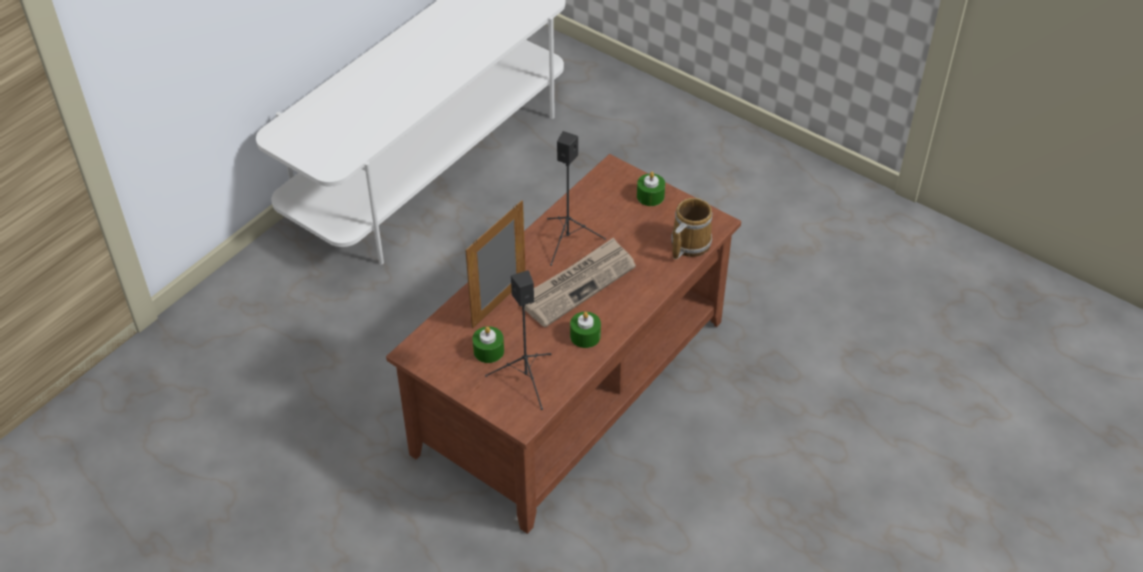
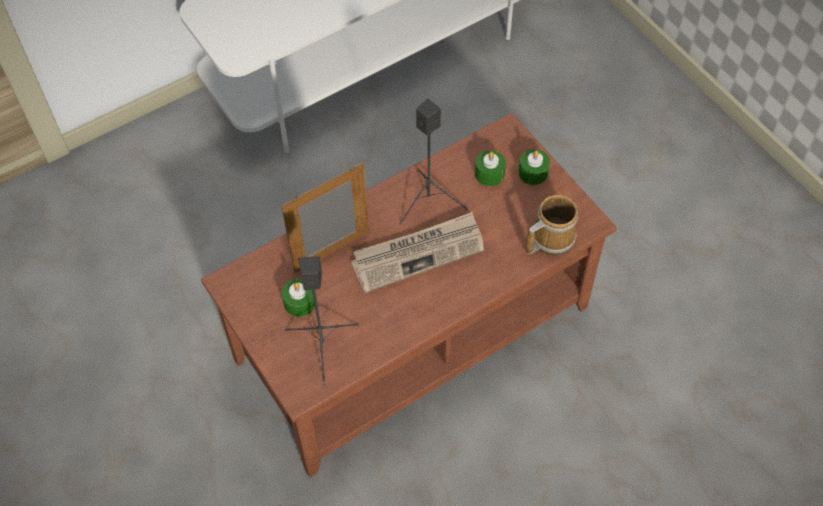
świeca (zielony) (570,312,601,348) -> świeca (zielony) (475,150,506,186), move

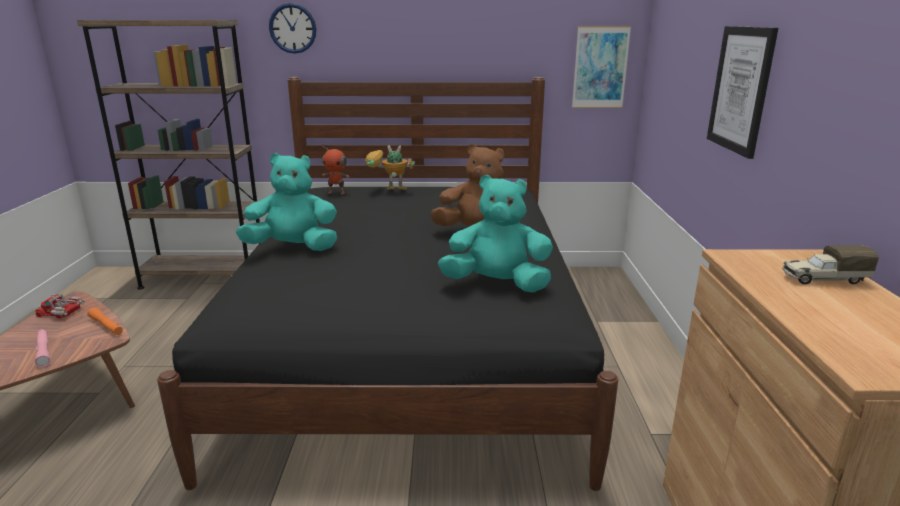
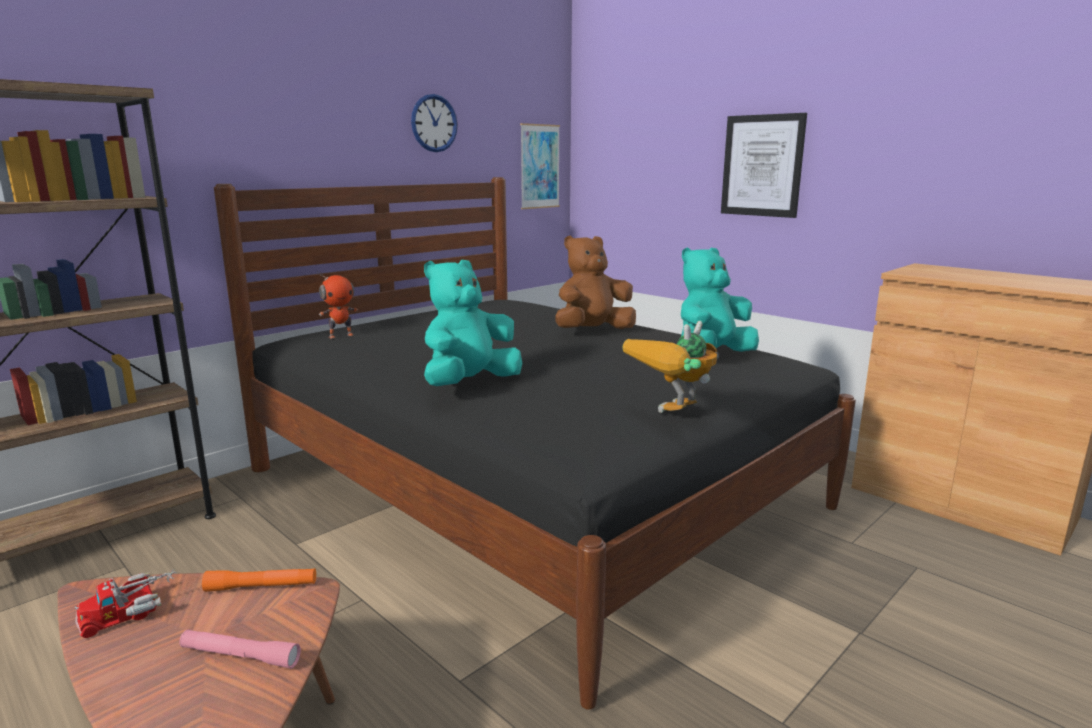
zegar ścienny (269,3,316,54) -> zegar ścienny (411,94,458,152), move
robot zabawkowy (365,145,415,190) -> robot zabawkowy (622,321,719,413), move
ciężarówka zabawkowa (782,245,879,284) -> none

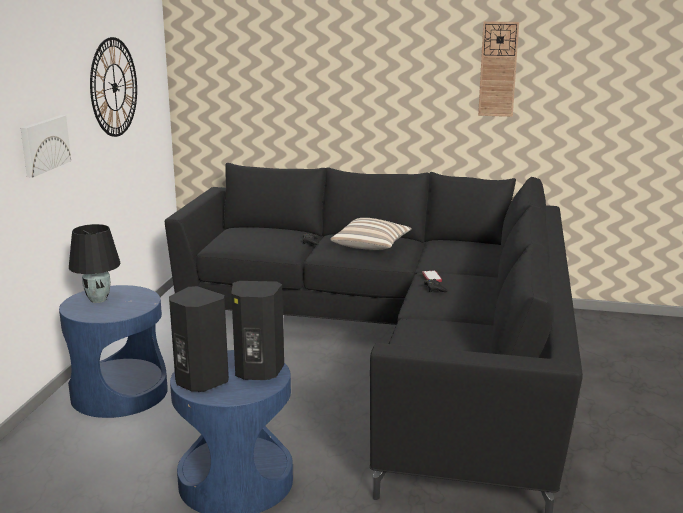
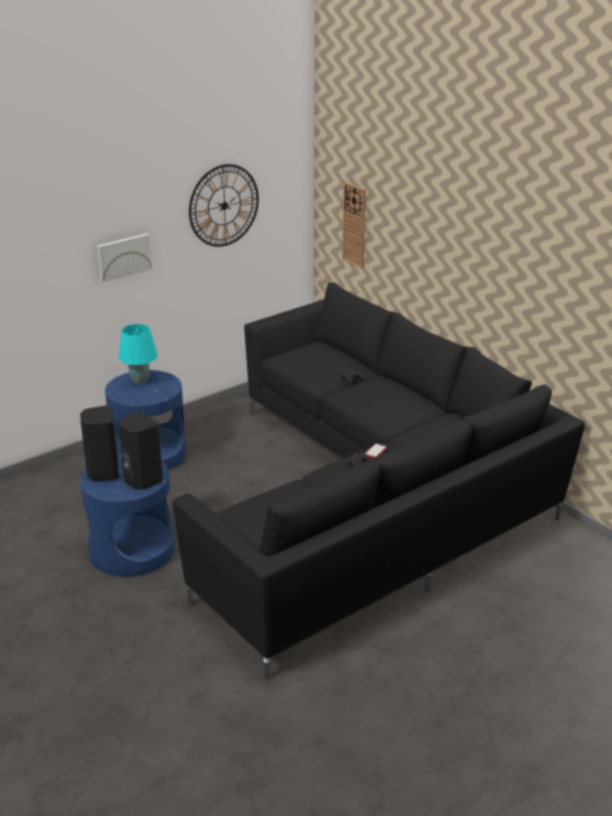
lampa stołowa (czarny) (69,224,121,303) -> lampa stołowa (turkusowy) (119,324,158,385)
poduszka (330,218,412,250) -> none
zegar ścienny (478,21,519,117) -> zegar ścienny (342,182,366,268), move

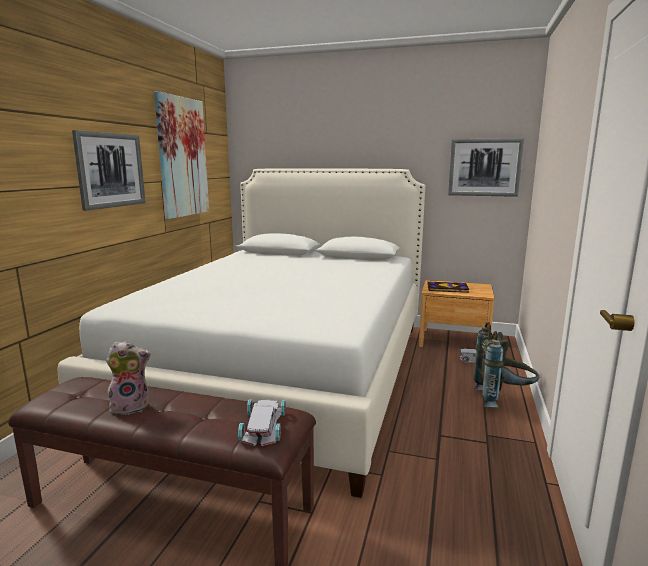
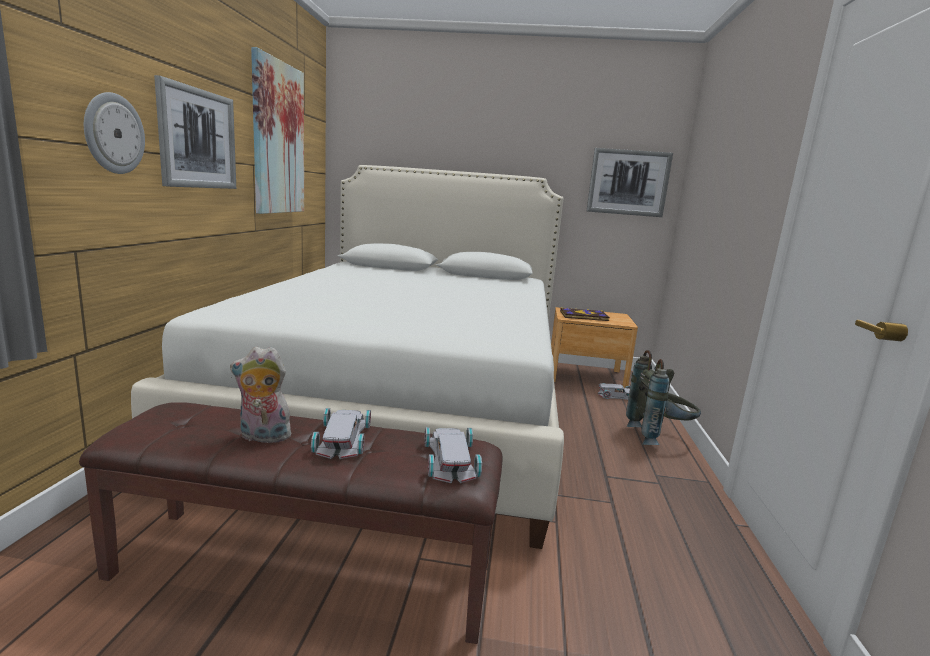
pluszak (106,341,151,415) -> pluszak (230,347,291,443), 150 degrees counterclockwise
none -> zegar ścienny (84,92,145,174)
none -> samochodzik (biały) (311,408,371,459)

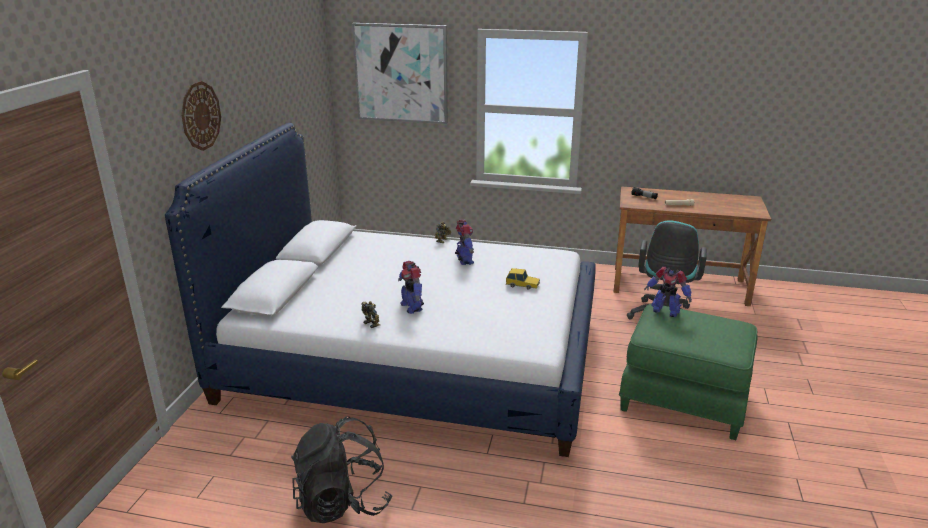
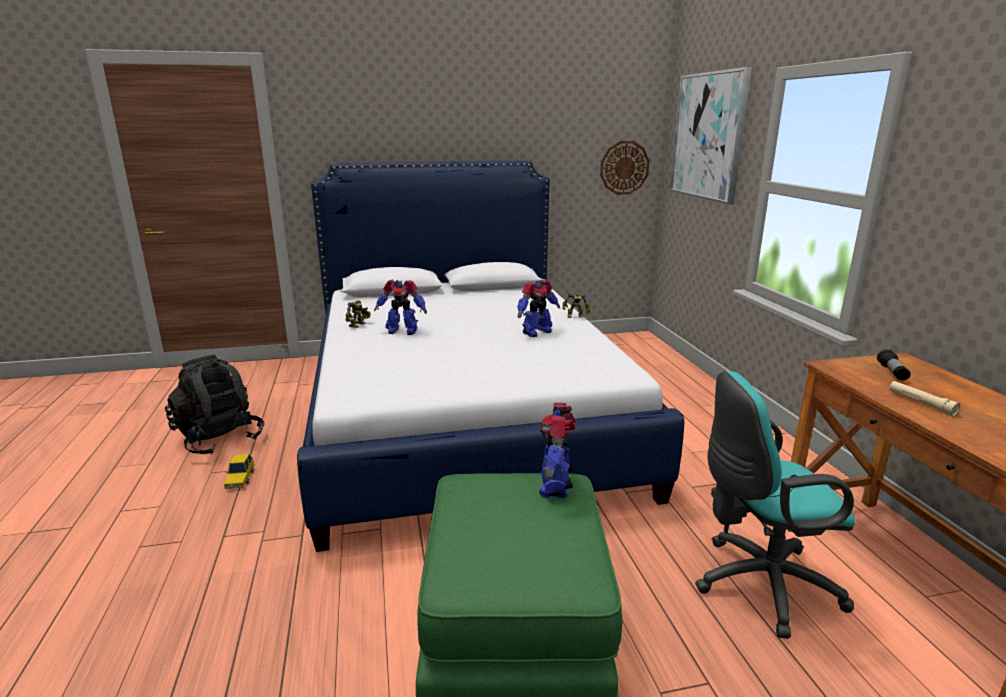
zegar ścienny (181,81,221,151) -> zegar ścienny (600,141,650,195), move
robot zabawkowy (398,261,424,314) -> robot zabawkowy (374,279,427,335), 120 degrees counterclockwise
samochodzik (506,268,540,290) -> samochodzik (224,454,255,489), move

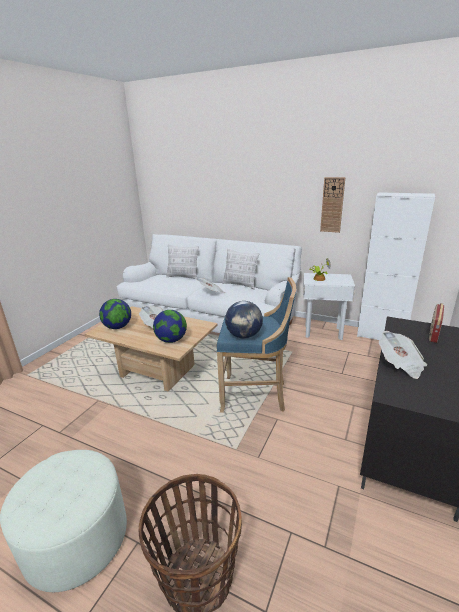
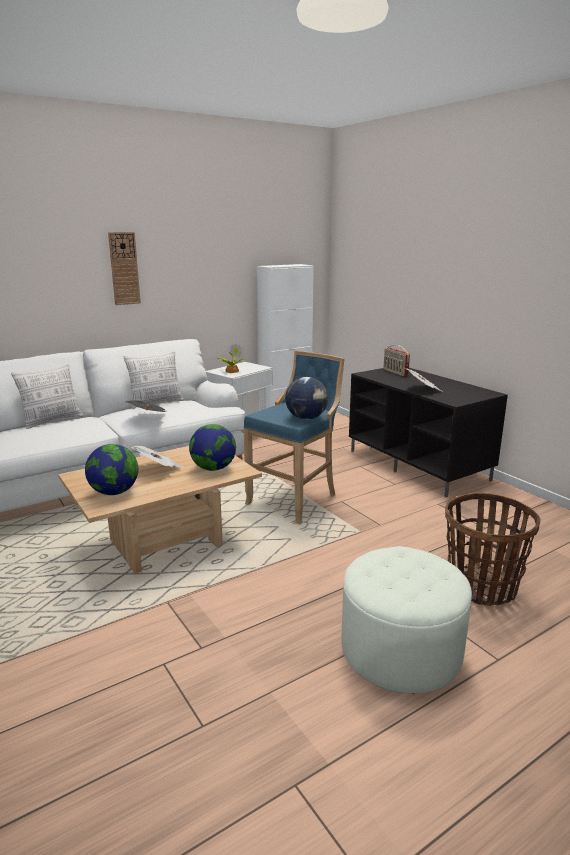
zegar ścienny (320,177,345,233) -> zegar ścienny (108,232,141,305), move

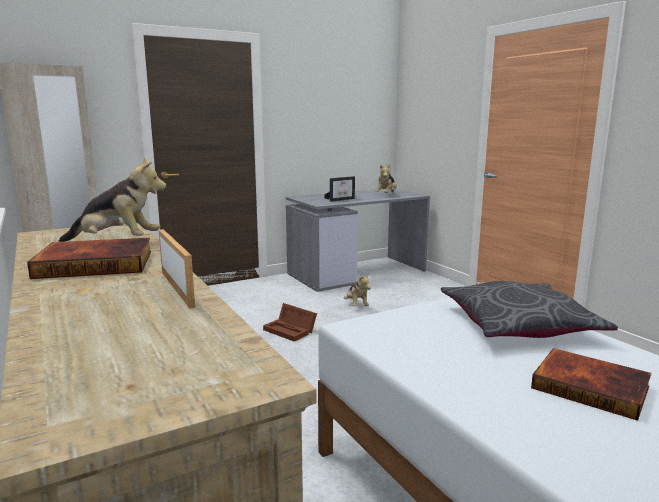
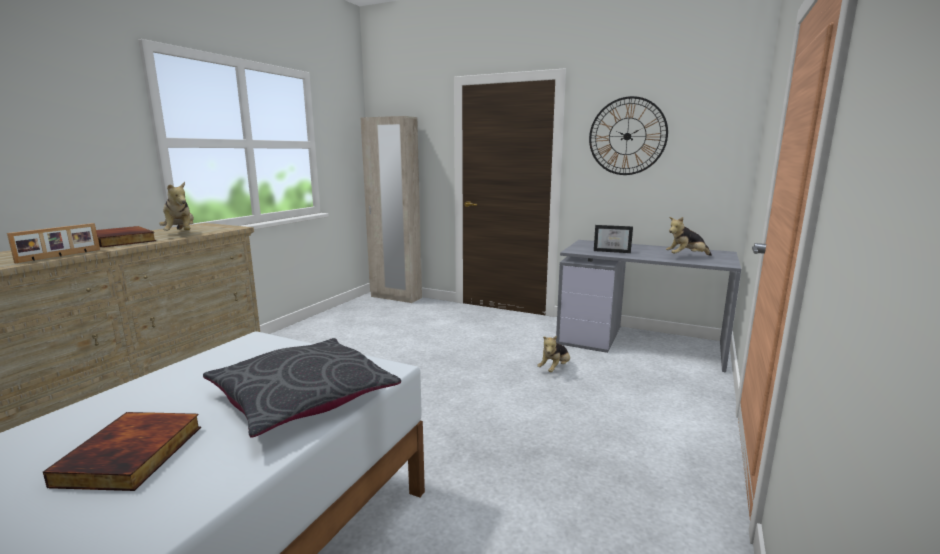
pojemnik do przechowywania (brązowy) (263,303,317,342) -> none
none -> zegar ścienny (589,96,668,175)

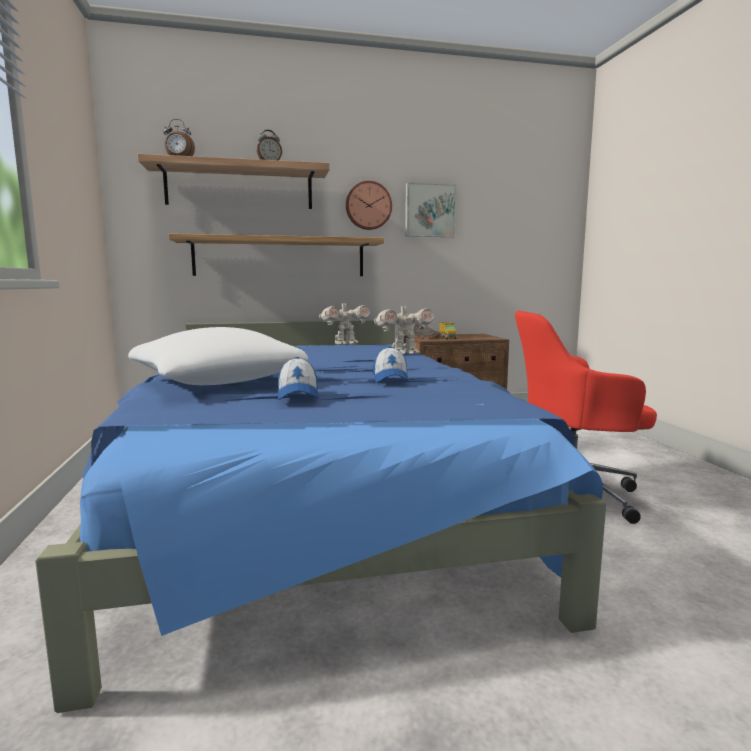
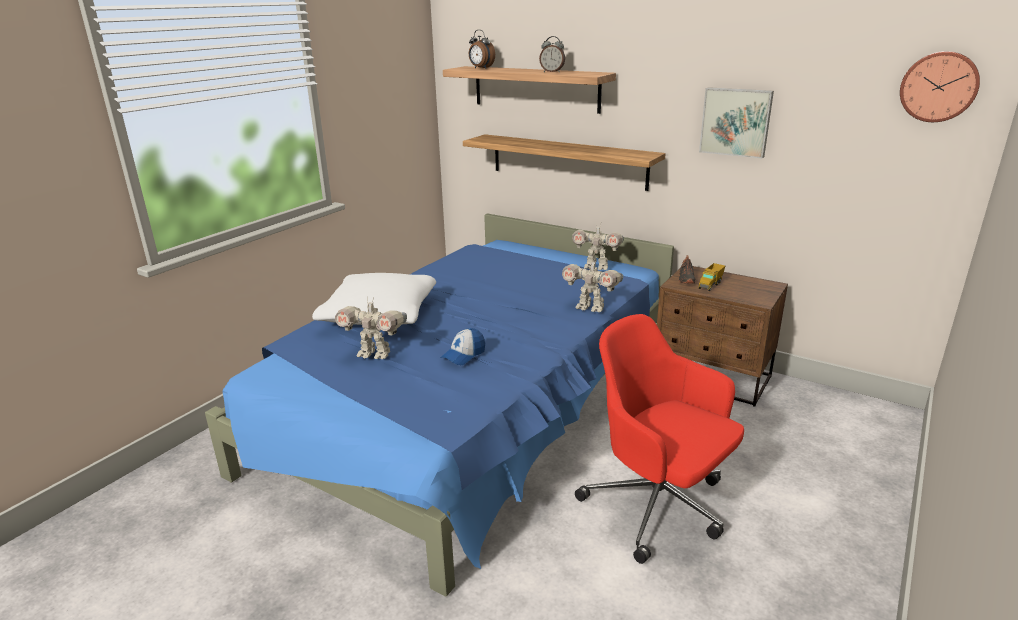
czapka z daszkiem (278,357,319,400) -> robot zabawkowy (335,297,407,359)
zegar ścienny (346,181,392,230) -> zegar ścienny (900,51,980,122), move

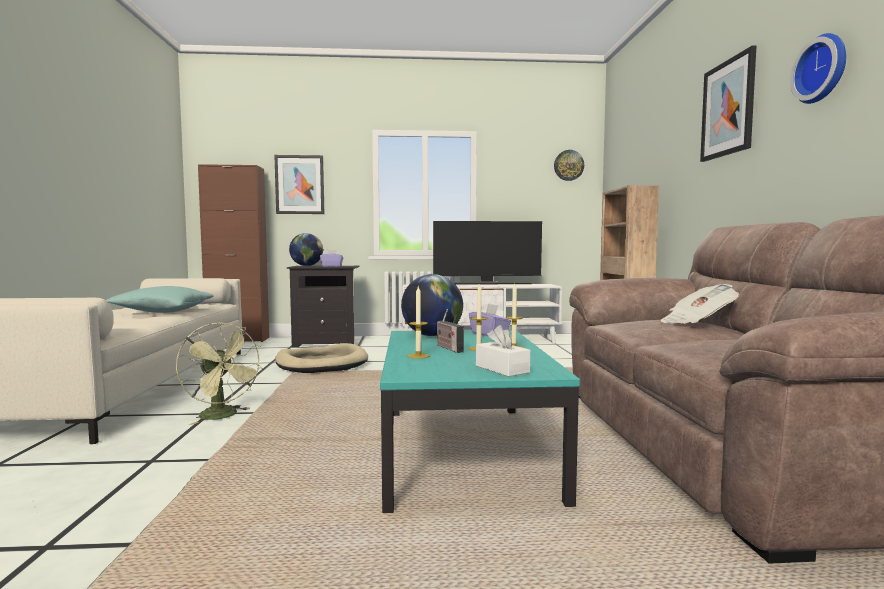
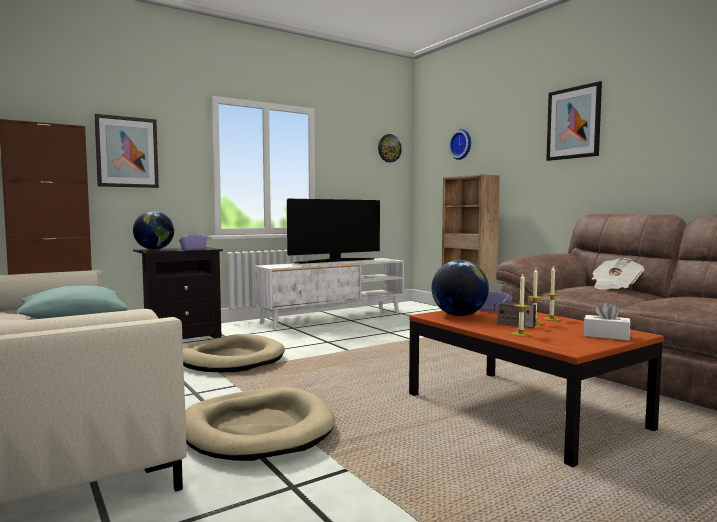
wentylator (zielony) (176,322,263,425) -> legowisko (beżowy) (185,387,335,461)
ława (turkusowy) (380,330,580,513) -> ława (brązowy) (409,310,664,467)
zegar ścienny (790,33,846,104) -> zegar ścienny (449,129,471,160), move

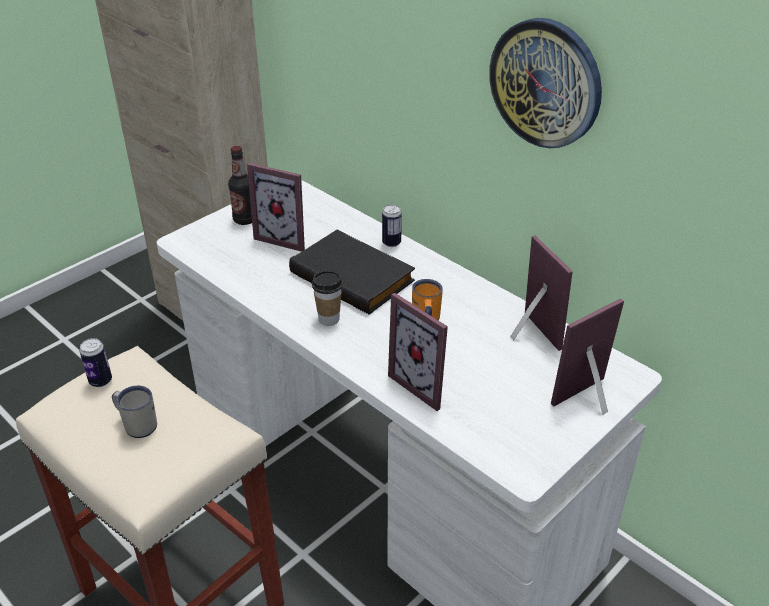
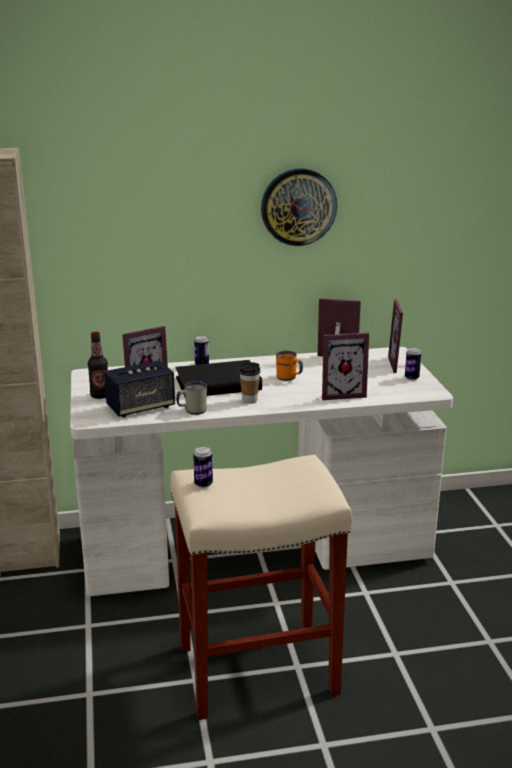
kubek (biały) (112,386,157,438) -> kubek (biały) (176,381,207,415), move
none -> głośnik (104,360,175,417)
none -> puszka (405,347,421,380)

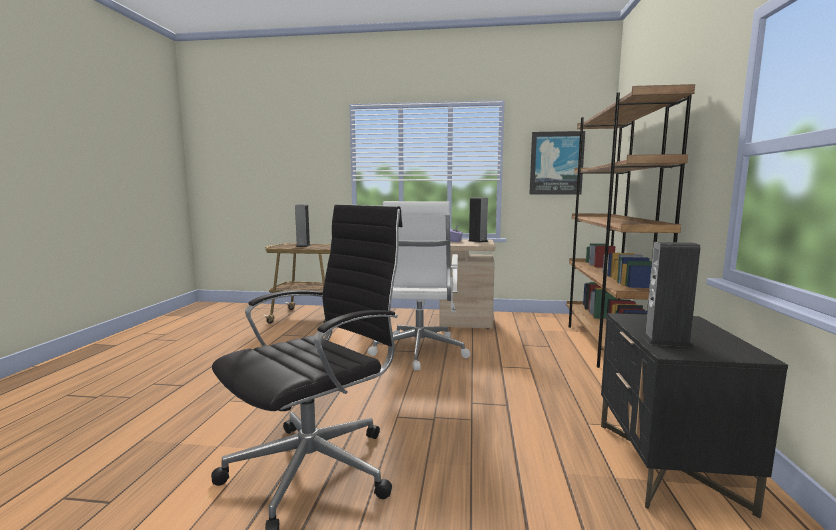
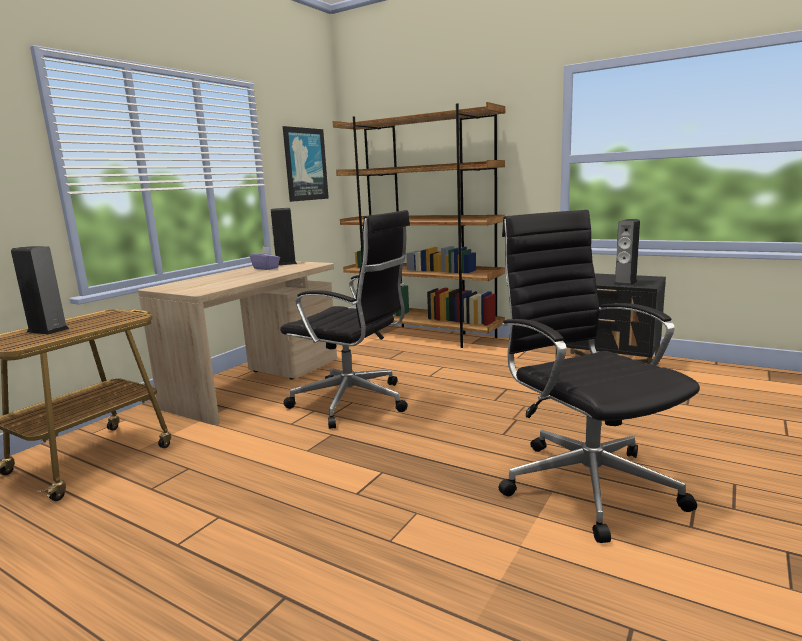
krzesło biurowe (biały) (368,201,470,371) -> krzesło biurowe (czarny) (280,210,410,429)

